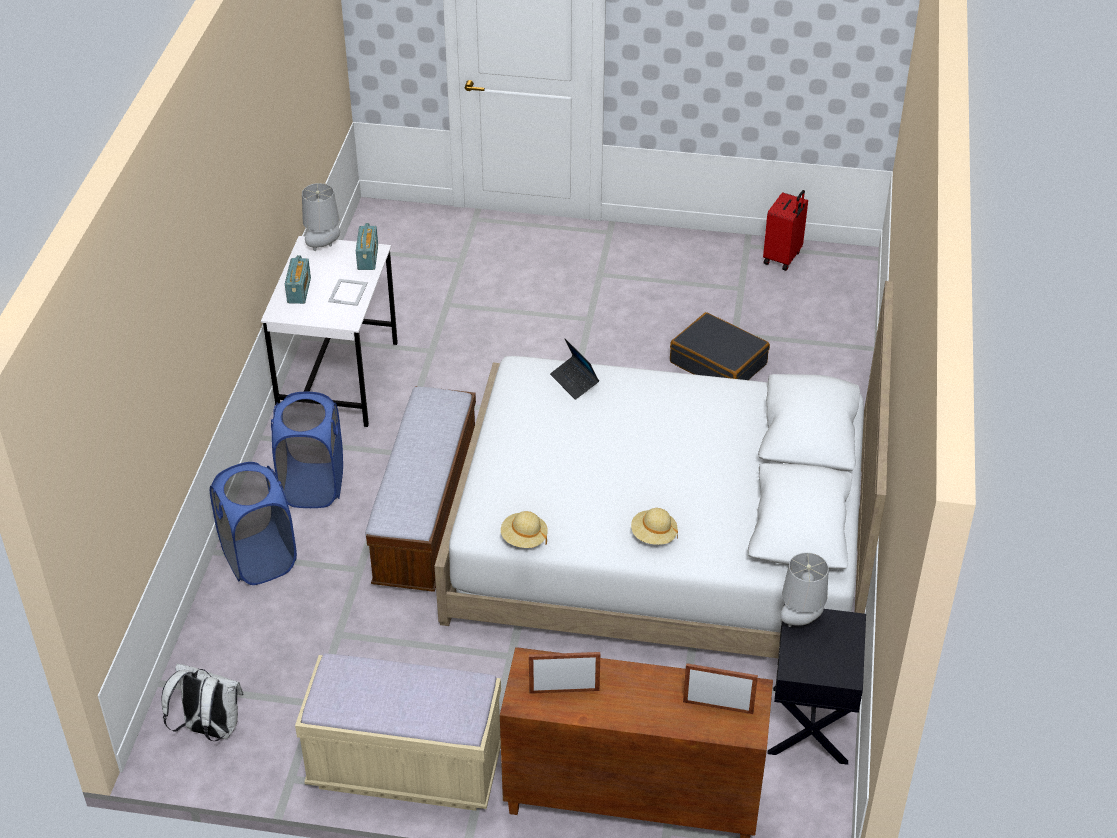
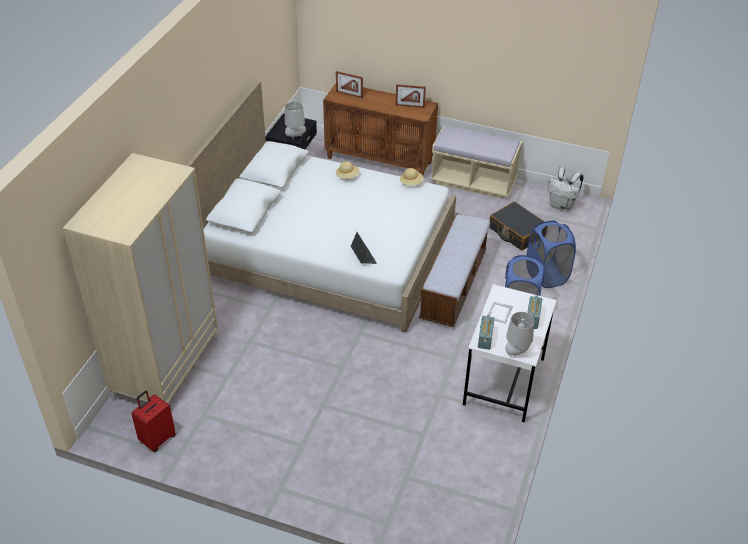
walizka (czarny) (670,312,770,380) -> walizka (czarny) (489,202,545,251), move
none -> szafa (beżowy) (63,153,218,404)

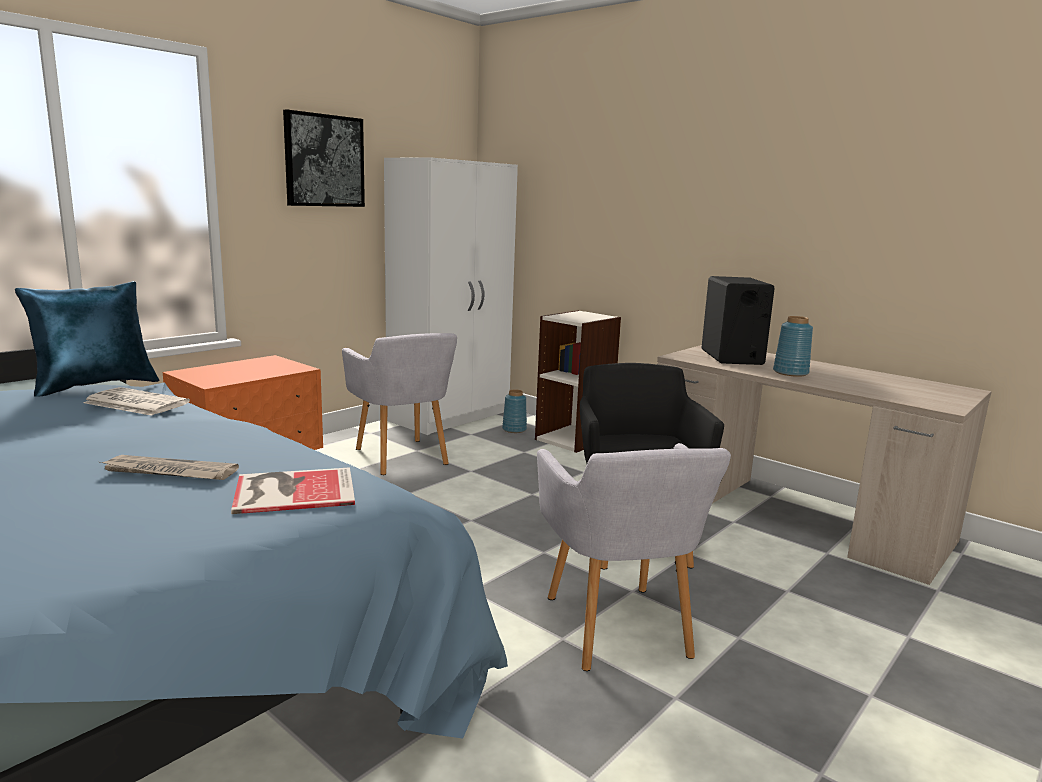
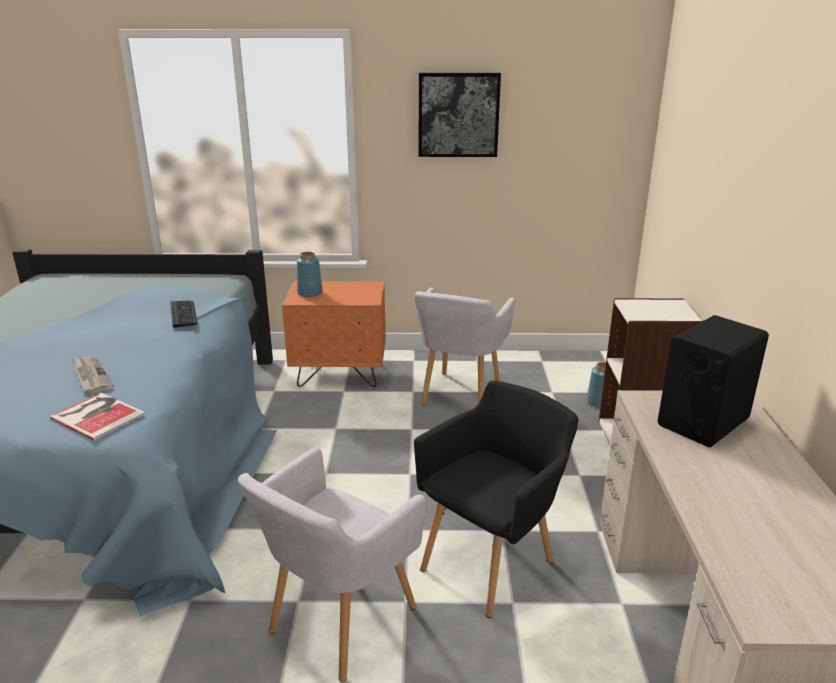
poduszka (niebieski) (15,281,159,397) -> none
gazeta (83,387,190,416) -> klawiatura (170,301,197,328)
szafa (biały) (384,158,518,435) -> none
wazon (niebieski) (773,316,813,377) -> wazon (niebieski) (297,252,323,297), move

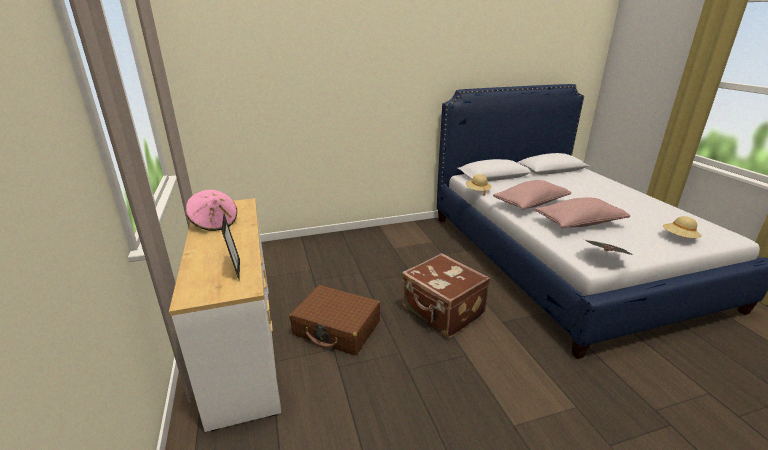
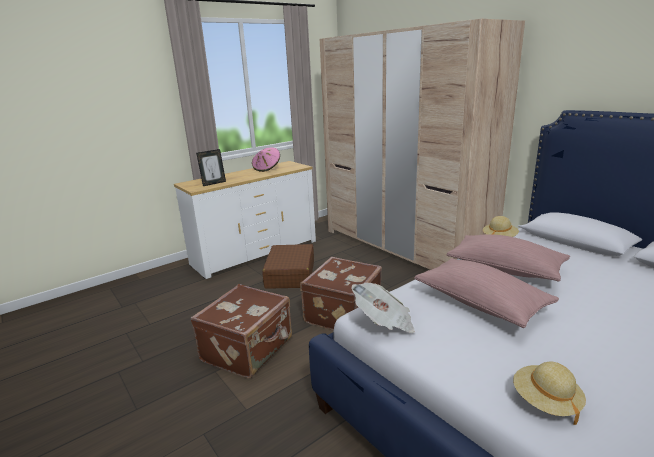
none -> walizka (brązowy) (190,284,292,378)
none -> szafa (beżowy) (320,19,525,270)

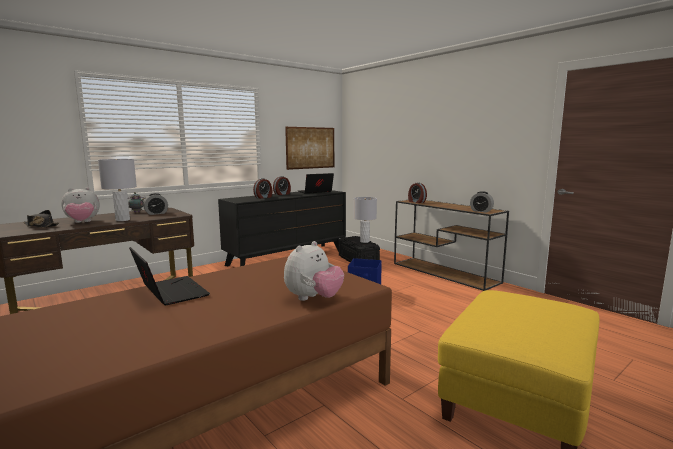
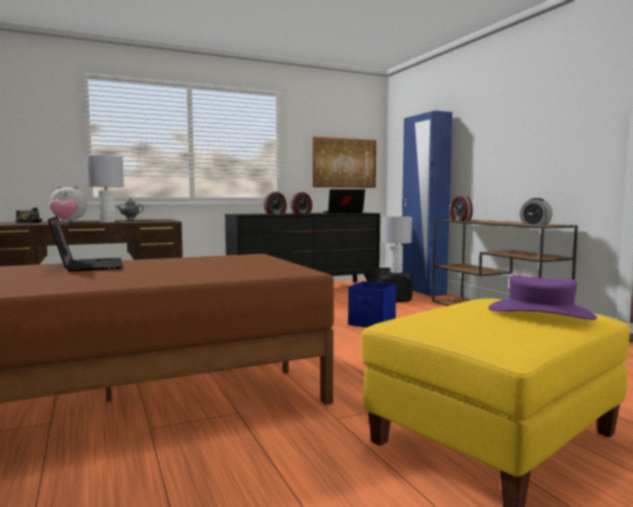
budzik (143,193,168,215) -> none
pluszak (284,241,344,301) -> none
none -> szafa (niebieski) (402,111,452,296)
none -> kapelusz (fioletowy) (488,275,597,320)

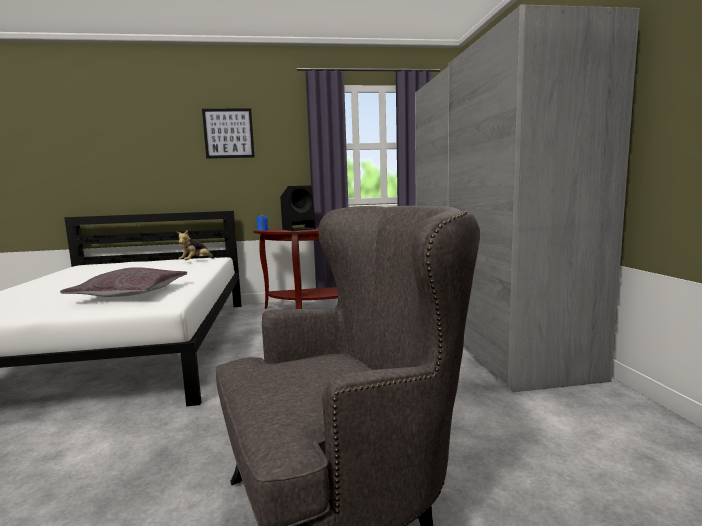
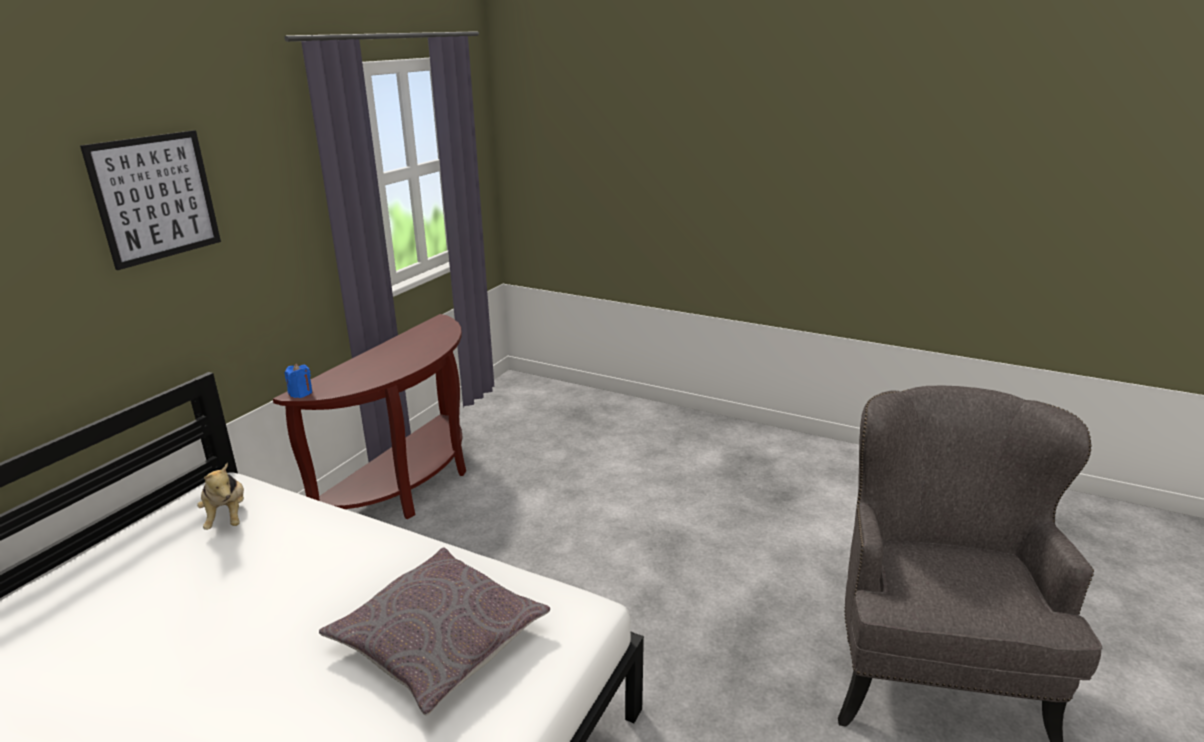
głośnik (czarny) (280,186,316,231) -> none
szafa (szary) (415,4,640,392) -> none

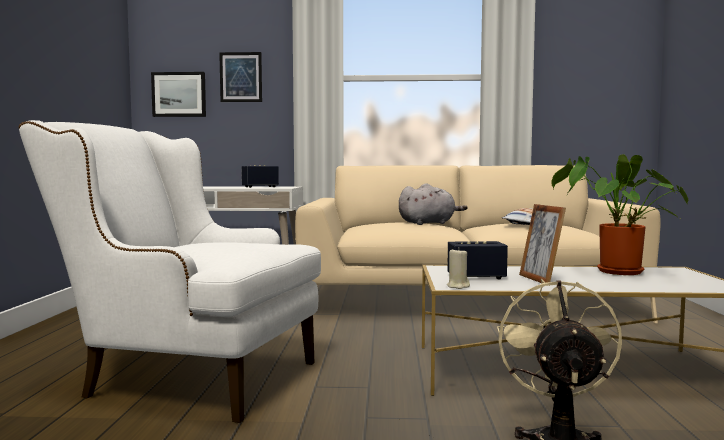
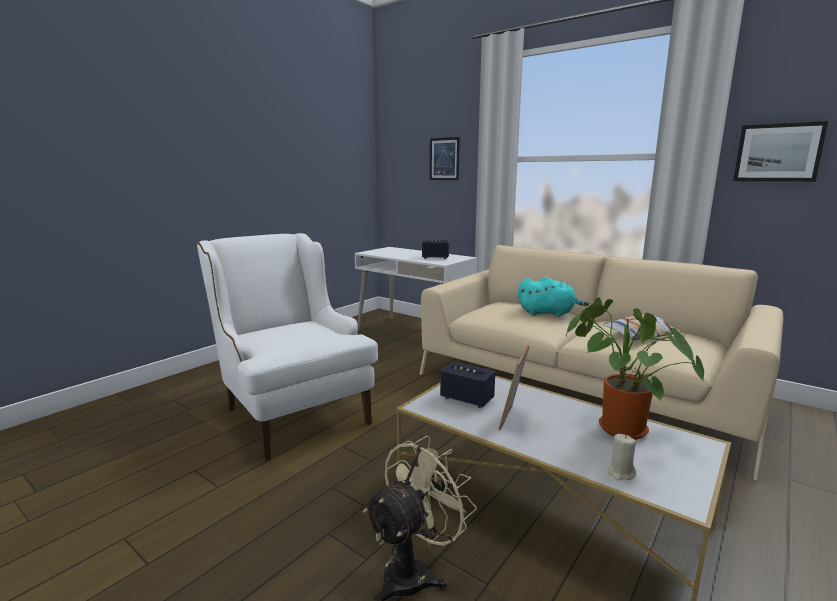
obraz (151,72,206,117) -> obraz (733,121,828,182), move
pluszak (szary) (399,183,468,225) -> pluszak (turkusowy) (518,277,589,317)
świeca (beżowy) (447,247,470,289) -> świeca (beżowy) (608,434,637,480), move

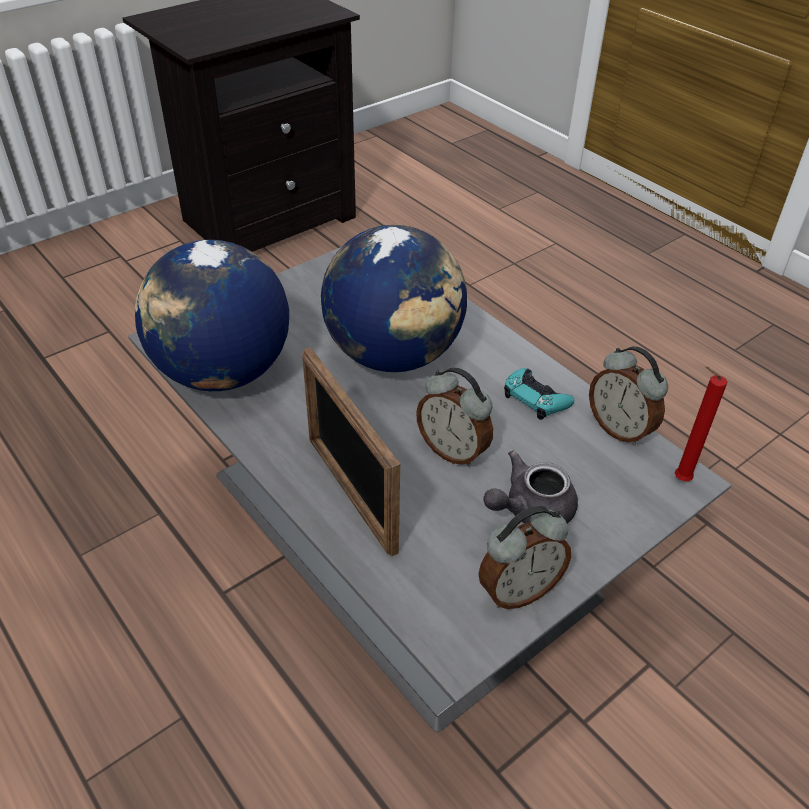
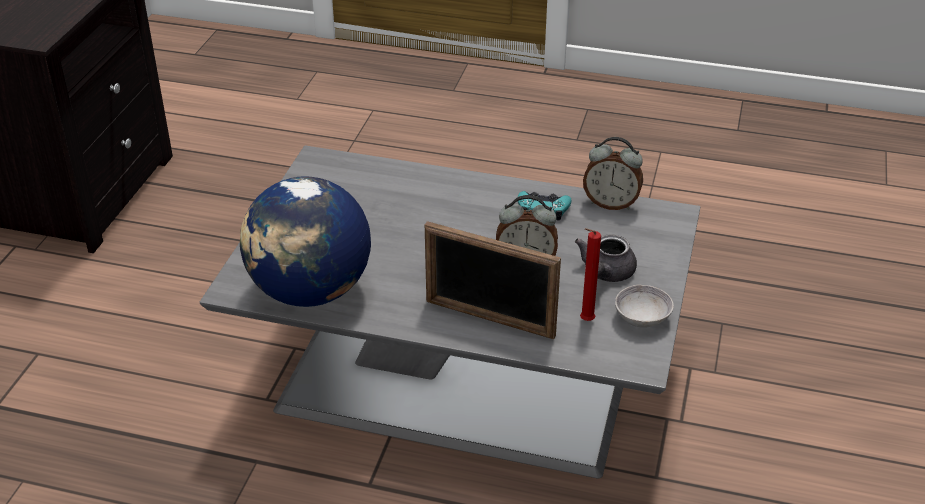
globus (321,225,467,372) -> none
budzik (478,506,571,609) -> miska (szary) (615,285,674,328)
świeca (czerwony) (675,367,727,481) -> świeca (czerwony) (580,228,601,321), move

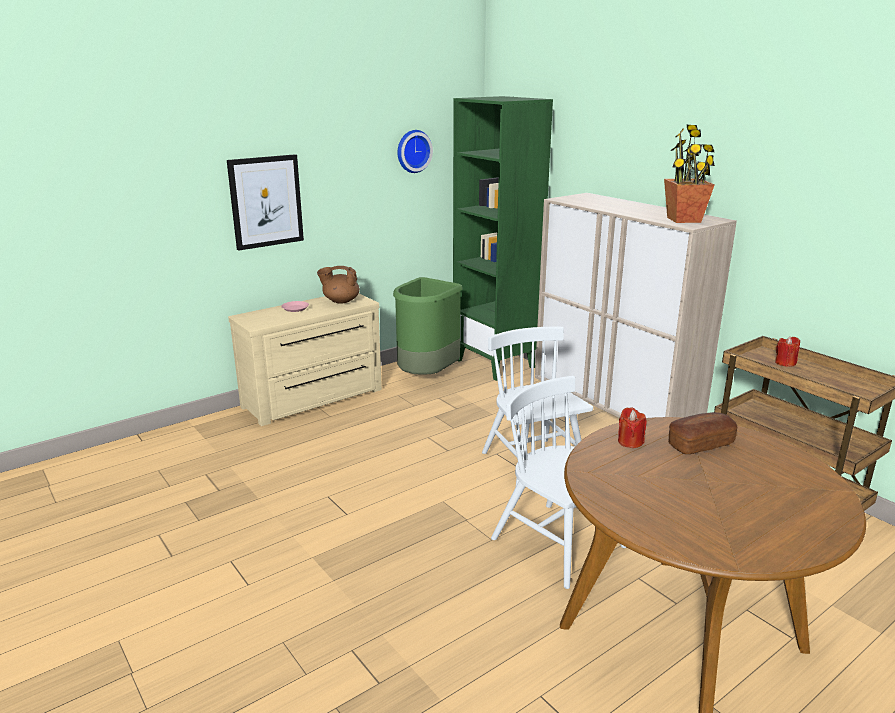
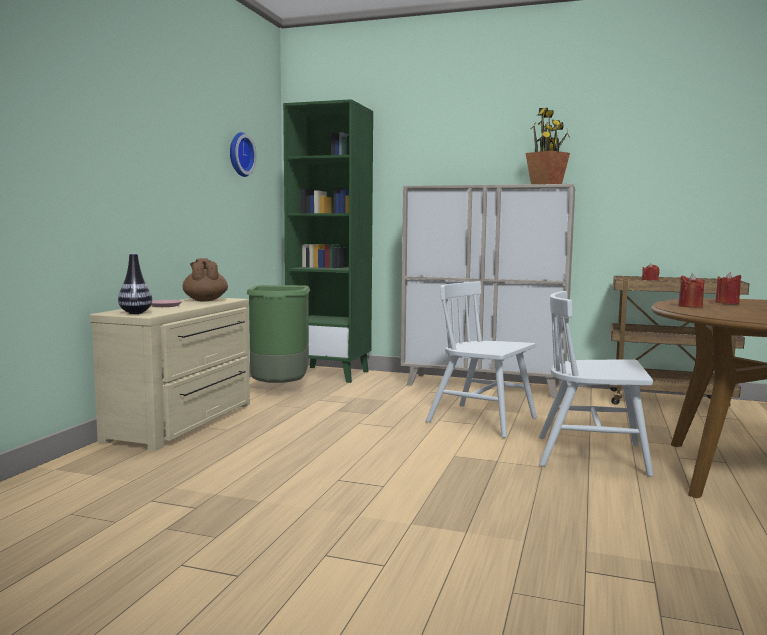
obraz (227,154,304,251) -> none
imbryk (brązowy) (317,266,360,304) -> imbryk (brązowy) (183,258,228,301), 105 degrees clockwise
chleb (668,412,737,454) -> świeca (czerwony) (715,272,742,304)
none -> wazon (118,254,152,314)

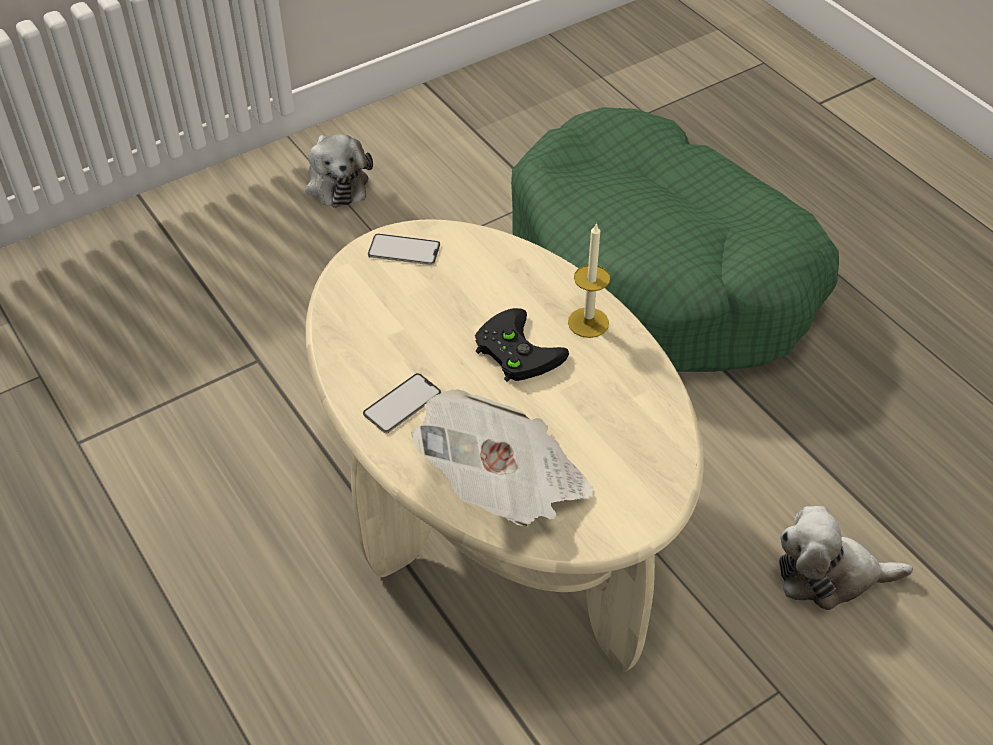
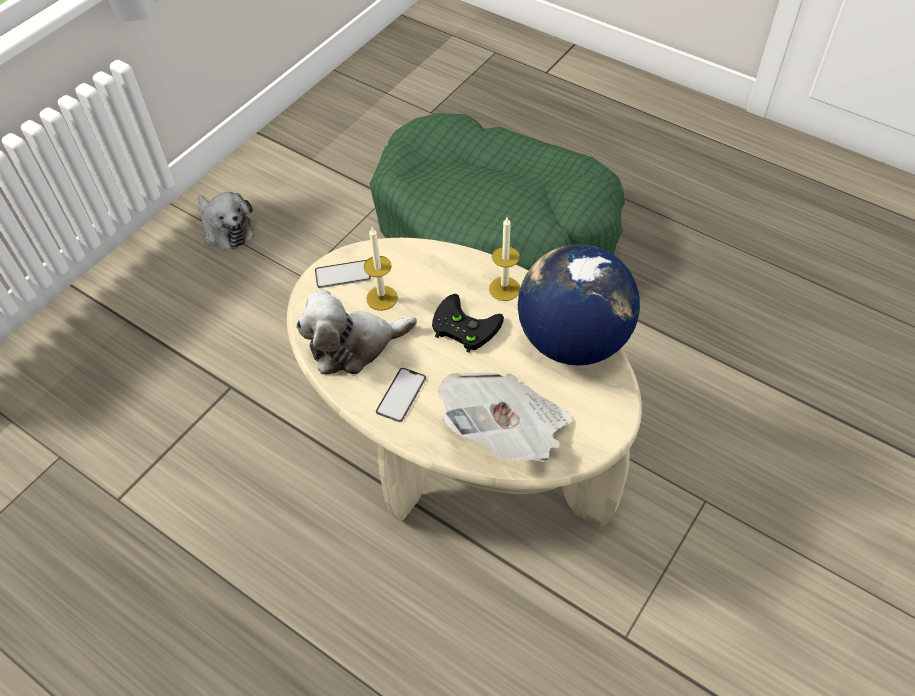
pluszak (779,506,913,610) -> pluszak (296,290,417,375), move
none -> świeca (364,227,398,311)
none -> globus (518,244,640,366)

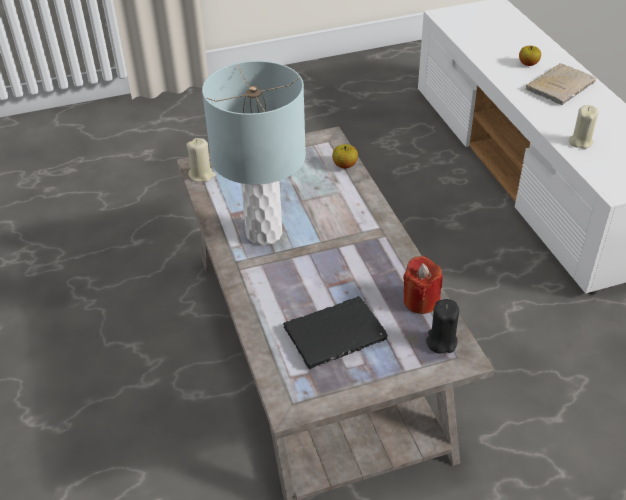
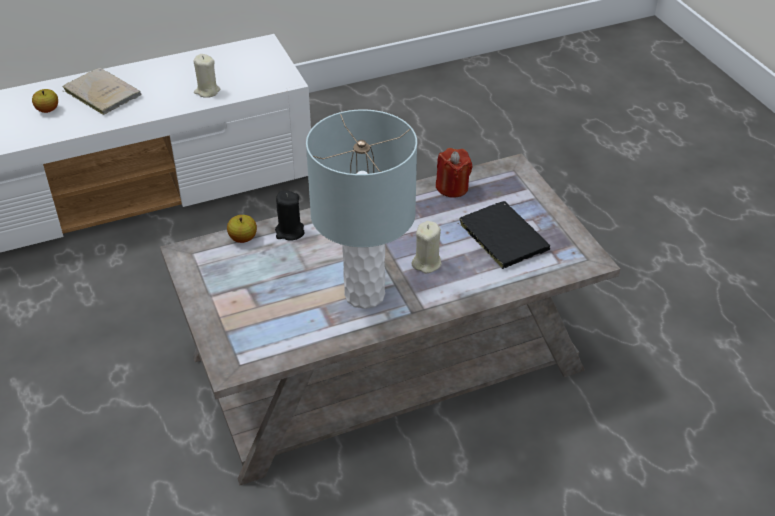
świeca (beżowy) (186,138,216,182) -> świeca (beżowy) (411,221,442,273), move
świeca (czarny) (426,299,459,354) -> świeca (czarny) (275,191,305,241), move

